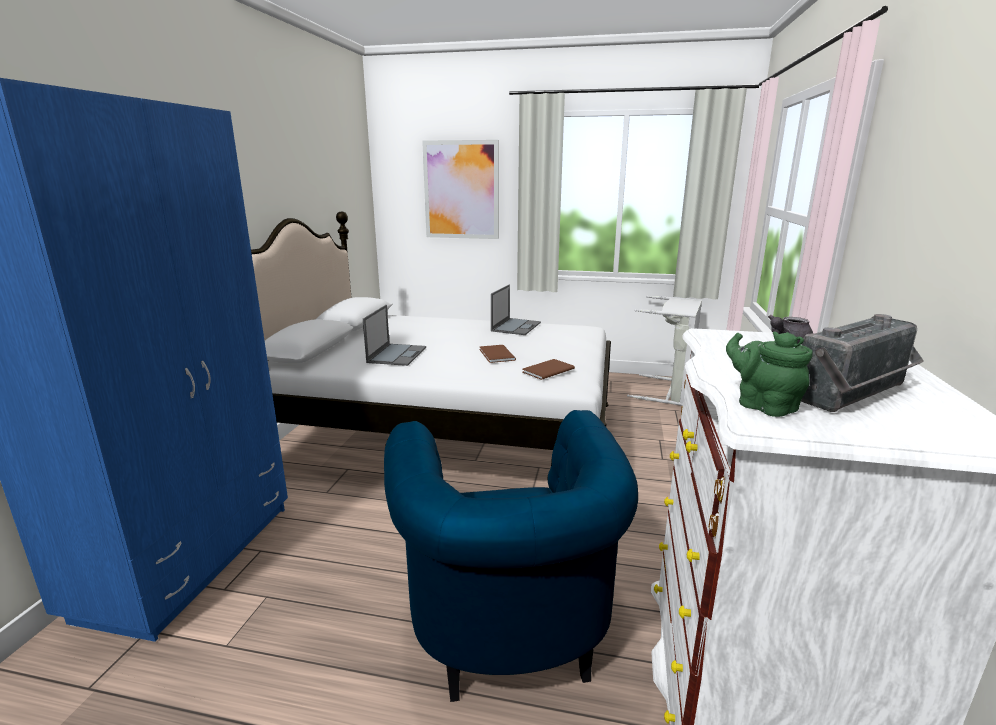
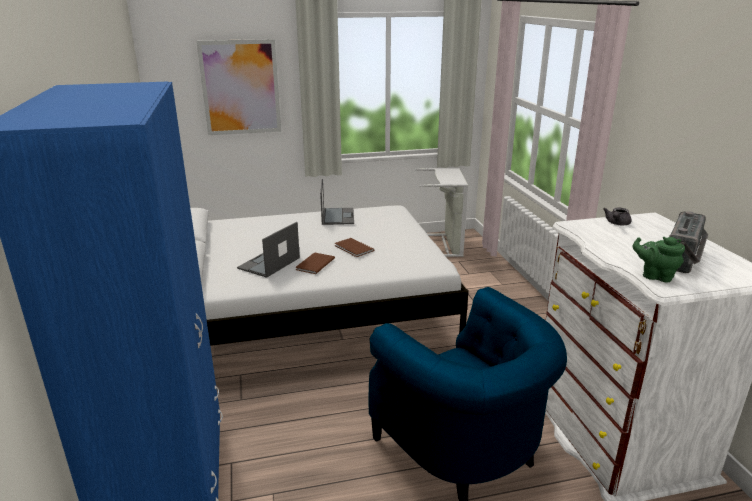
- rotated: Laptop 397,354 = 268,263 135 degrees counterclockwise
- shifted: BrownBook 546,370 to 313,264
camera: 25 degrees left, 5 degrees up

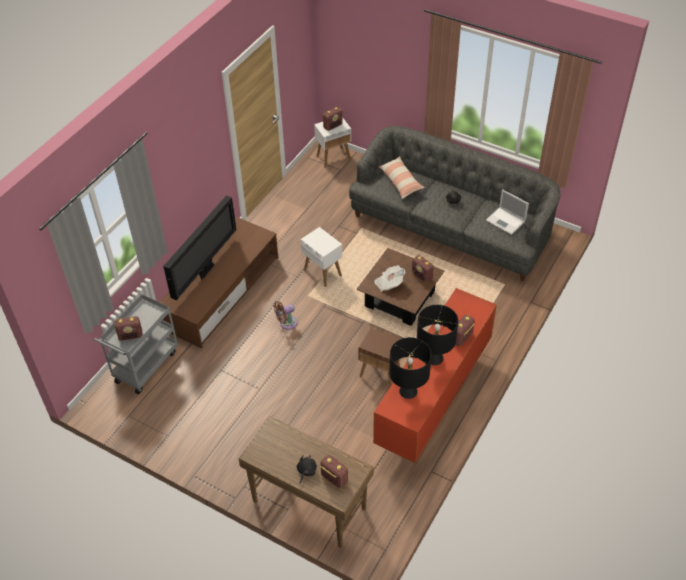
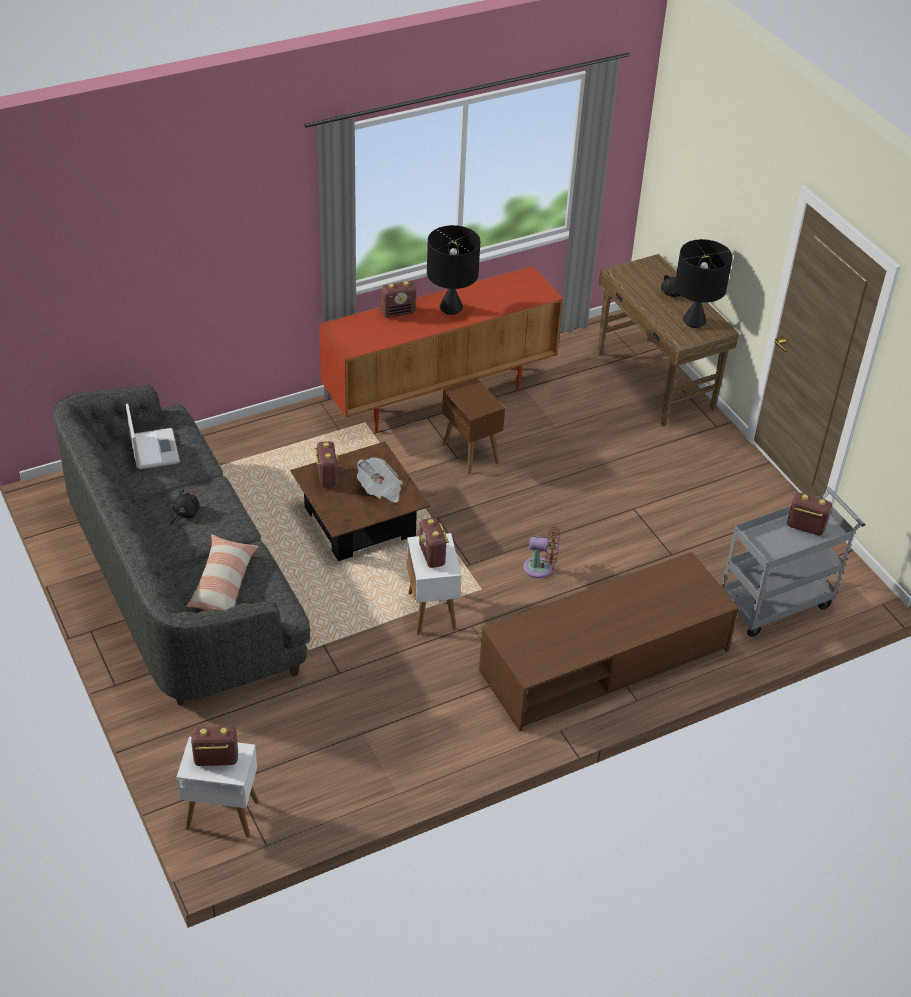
- gone: Television 206,270
- shifted: BlackTableLamp 408,392 to 694,322
- shifted: Radio 334,478 to 432,556
camera: 150 degrees left, 5 degrees down

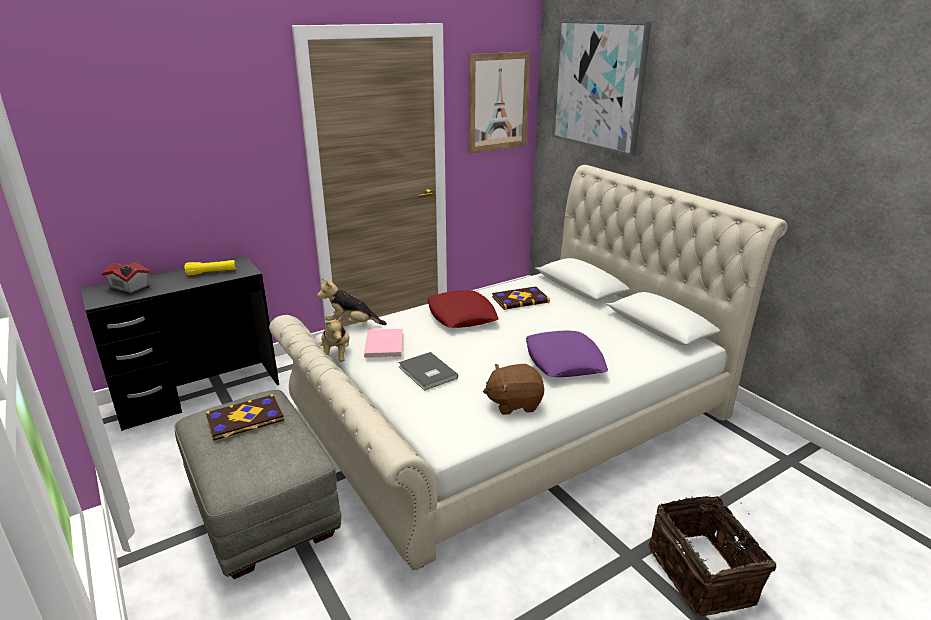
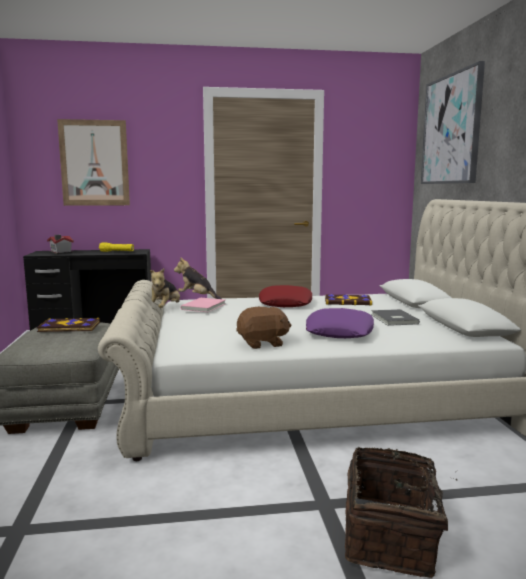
- shifted: Picture 498,102 to 94,163
- shifted: GreyBook 427,373 to 393,319
- rotated: BrownPlushToy 514,403 = 262,343 150 degrees clockwise
camera: 25 degrees right, 15 degrees down

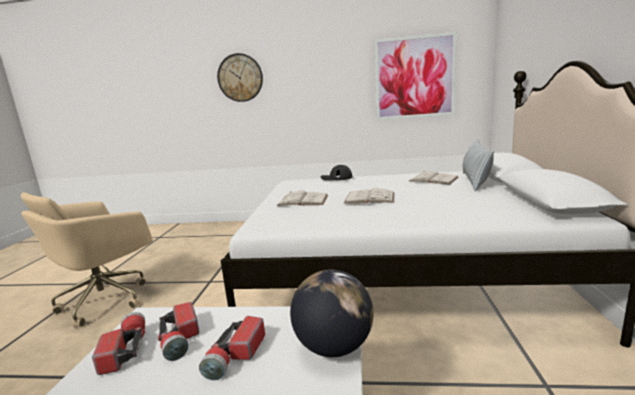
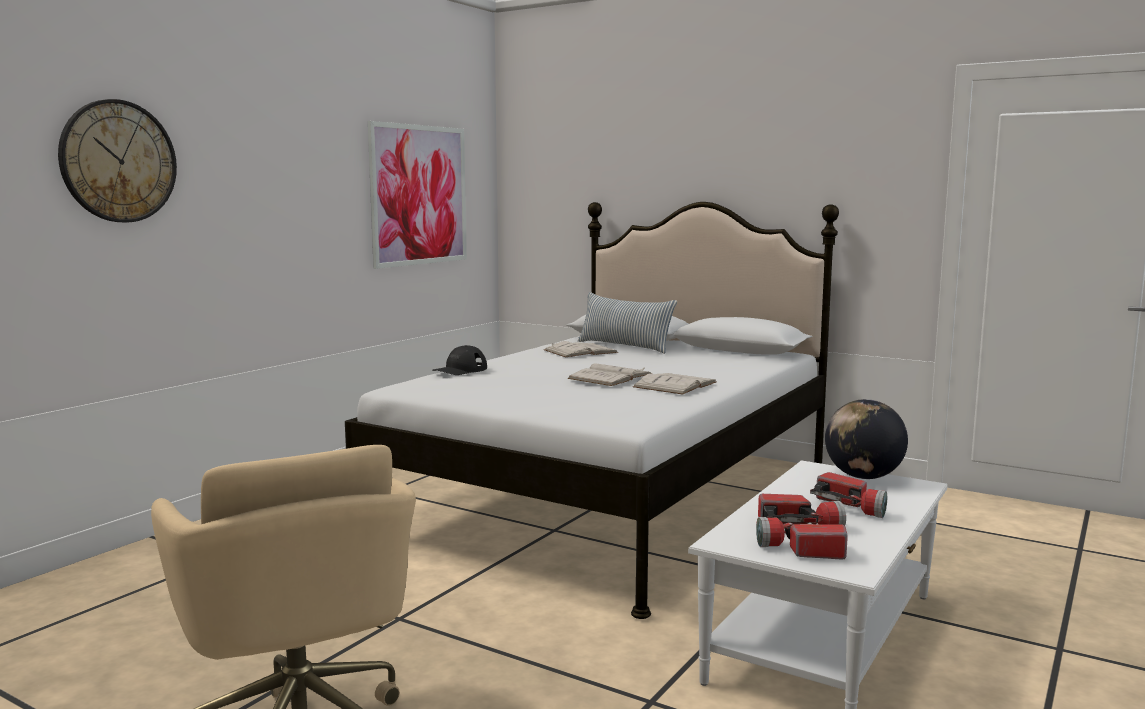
- shifted: WhiteBook 303,200 to 675,384
camera: 65 degrees left, 5 degrees down

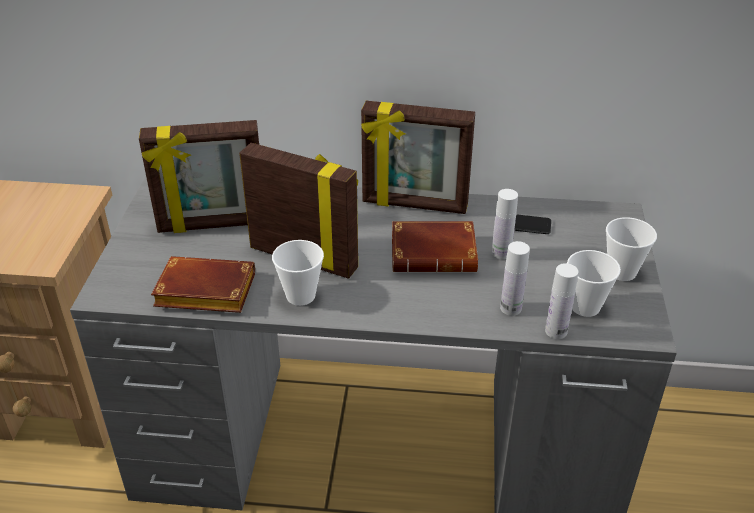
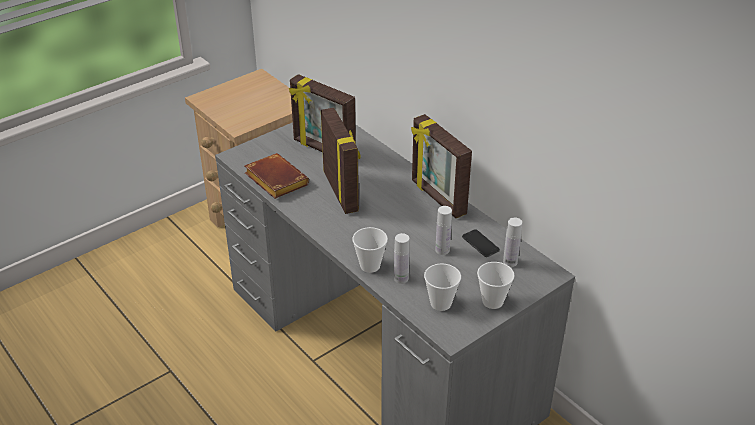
- gone: BrownBook 435,253
- shifted: Cup 300,296 to 370,266
- shifted: WhiteBottle 556,331 to 510,262
camera: 45 degrees right, 0 degrees up

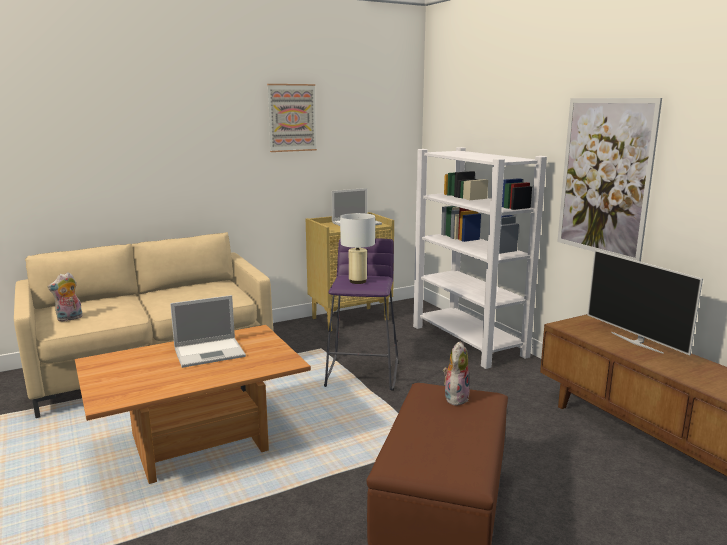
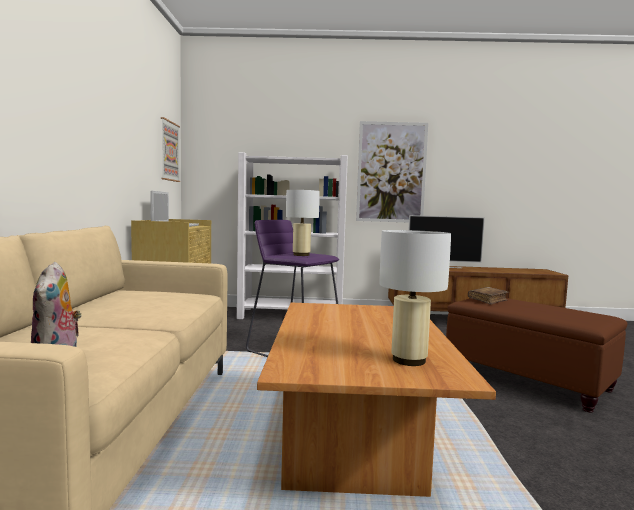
- shifted: Picture 292,118 to 169,151
- gone: Laptop 211,352
- swapped: PlushToy 455,397 to BrownBook 487,300
- new: WhiteTableLamp 409,360
camera: 60 degrees left, 10 degrees down

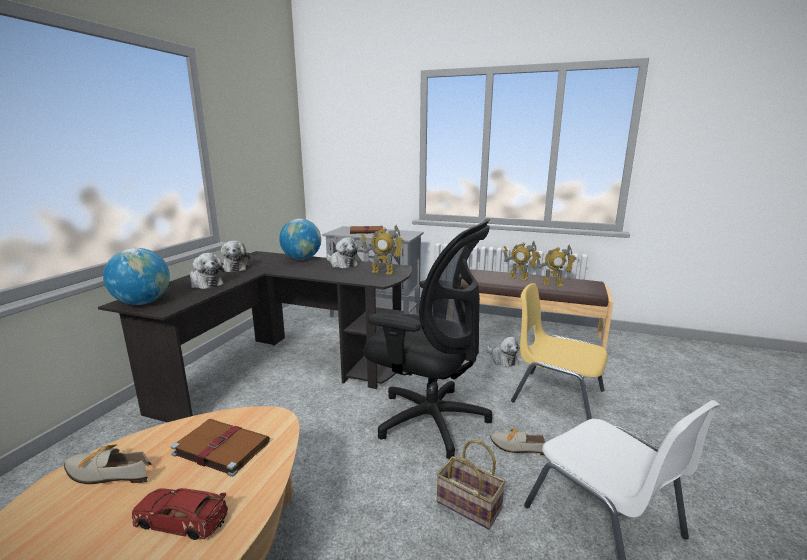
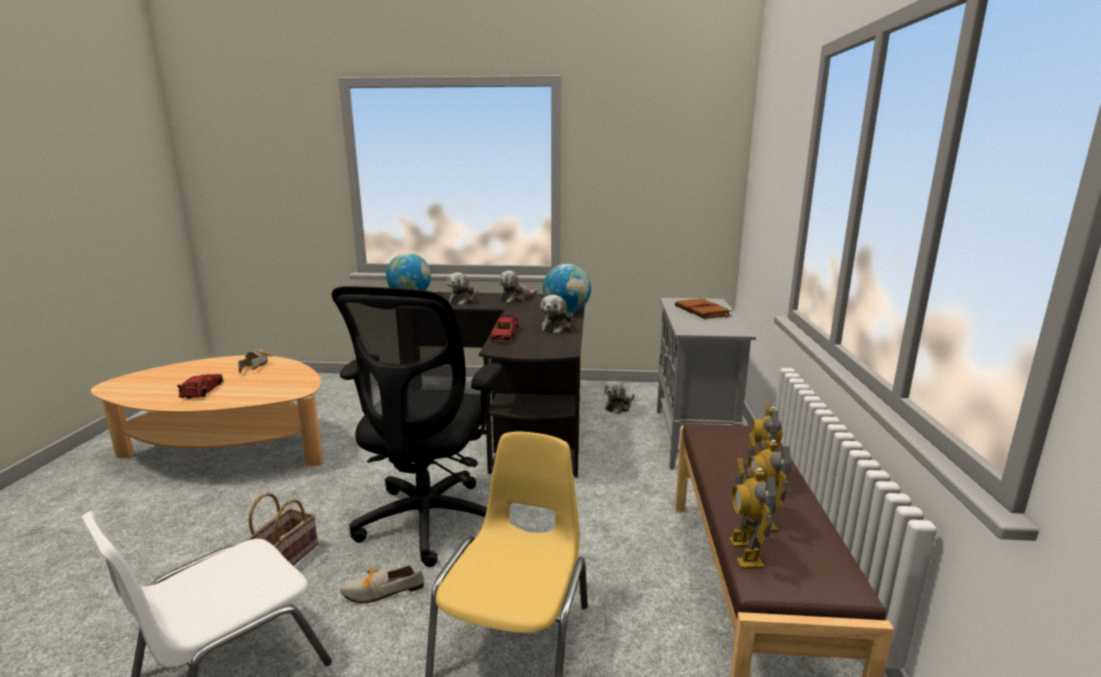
- shifted: ToyRobot 382,272 to 745,553
- shifted: PlushToy 502,359 to 619,406
- gone: BrownBook 220,448
- rotated: Shoe 516,446 = 378,591 105 degrees counterclockwise
- new: RedToyCar 504,335
camera: 75 degrees right, 0 degrees up

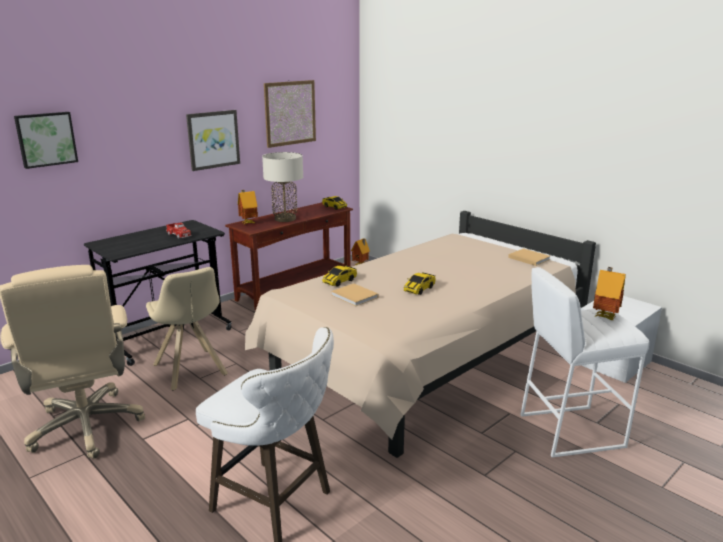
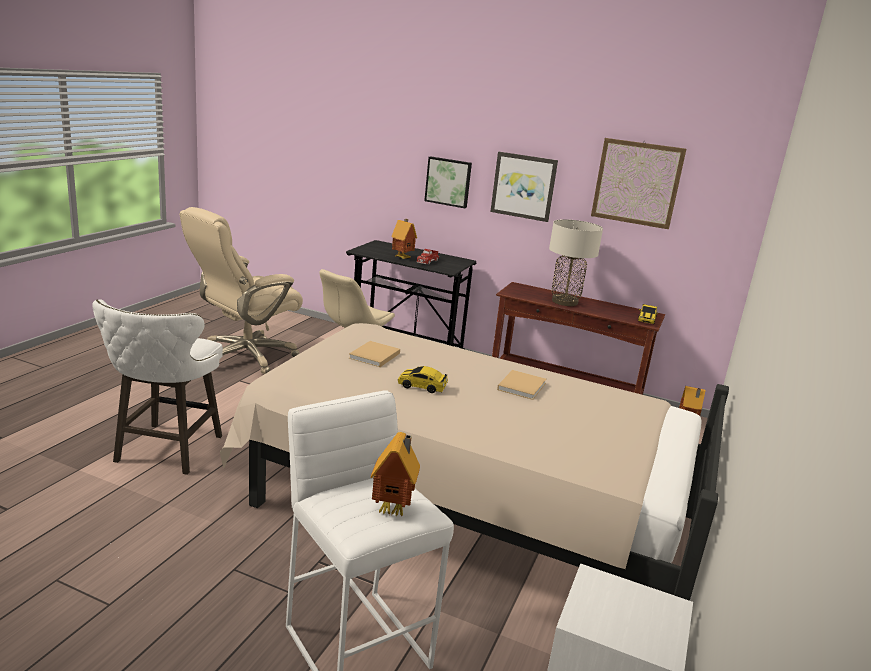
- shifted: Picture 46,139 to 448,182
- shifted: ToyHouse 248,223 to 403,257
- shifted: BeigeBook 528,258 to 522,386
- gone: ToyCar 339,281
camera: 65 degrees right, 0 degrees up

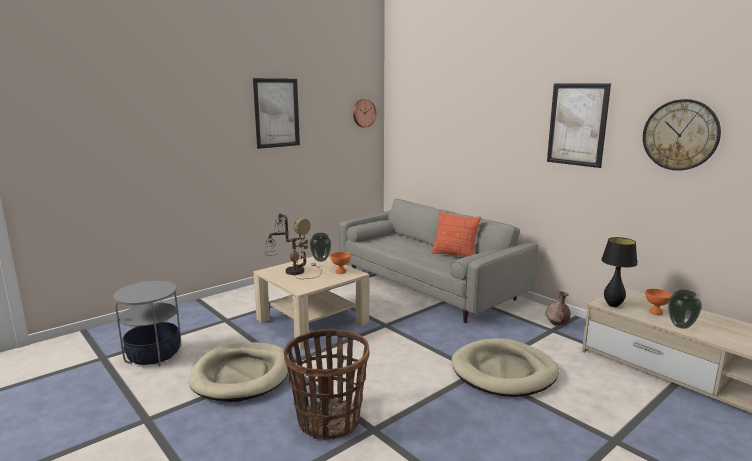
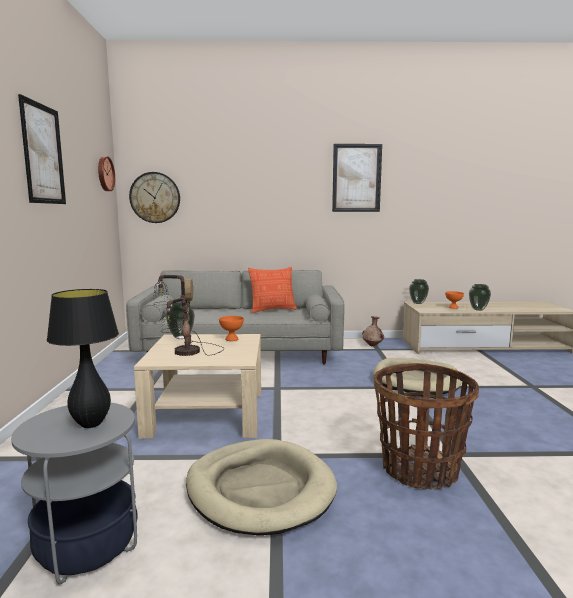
- shifted: WallClock 680,135 to 155,197
- shifted: BlackTableLamp 613,305 to 91,424
- new: Vase 418,303
camera: 50 degrees left, 5 degrees down

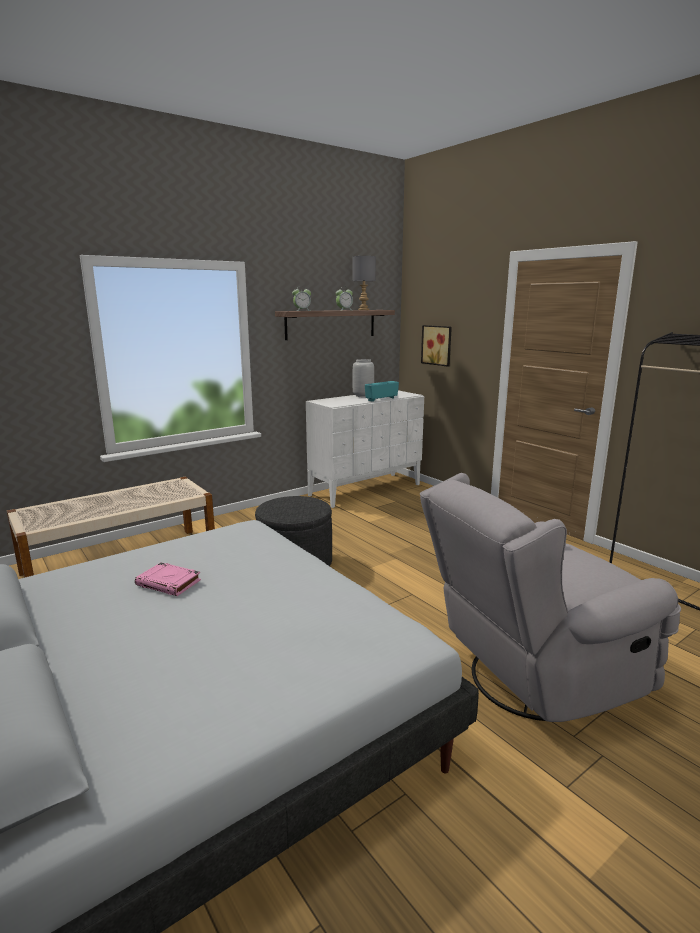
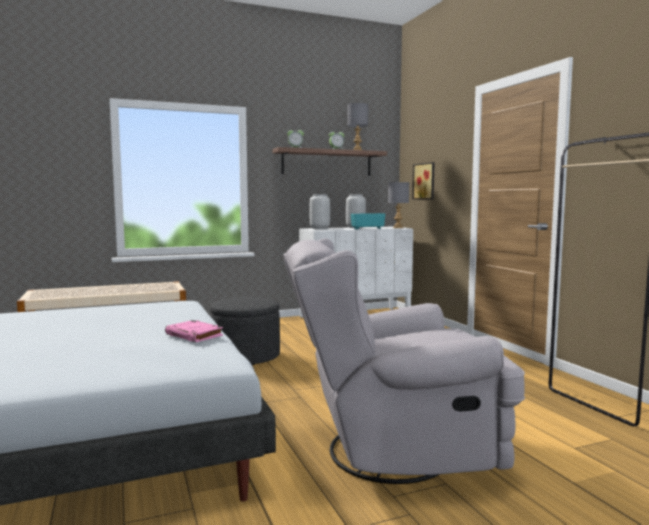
- shifted: PinkBook 169,583 to 194,335
- new: GreyTableLamp 398,228
- new: GreyVase 320,228
camera: 15 degrees right, 10 degrees down

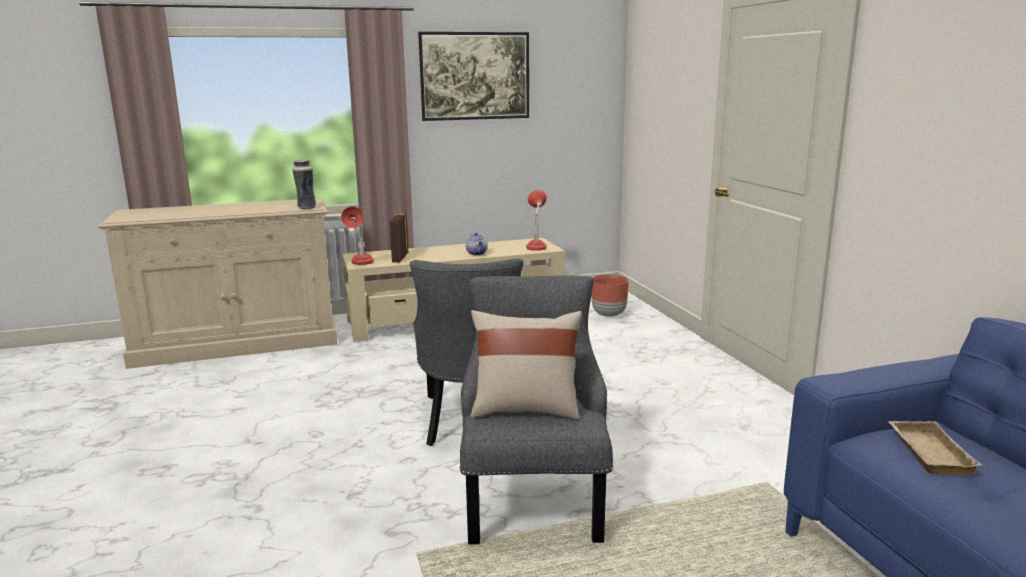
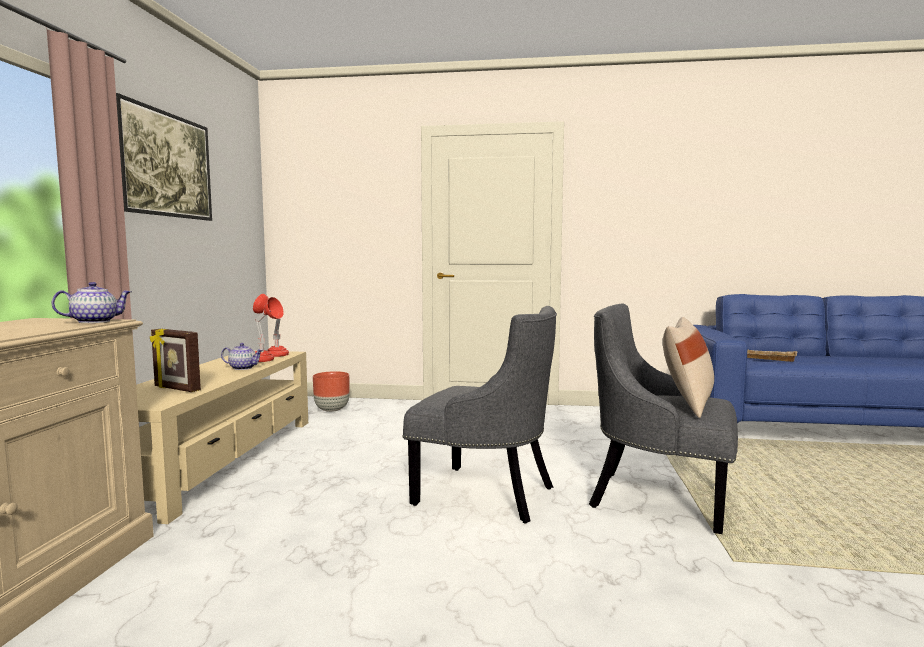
- swapped: Vase 306,208 to Teapot 95,321
- shifted: RedTableLamp 360,264 to 266,361
camera: 65 degrees left, 10 degrees down

